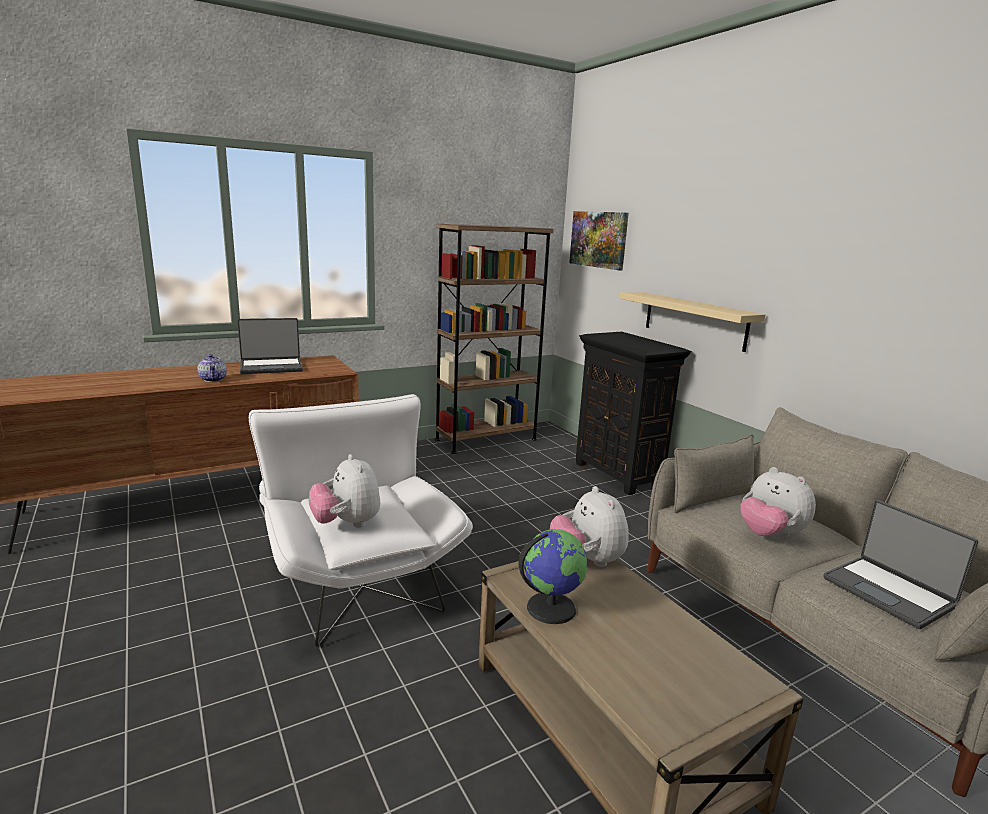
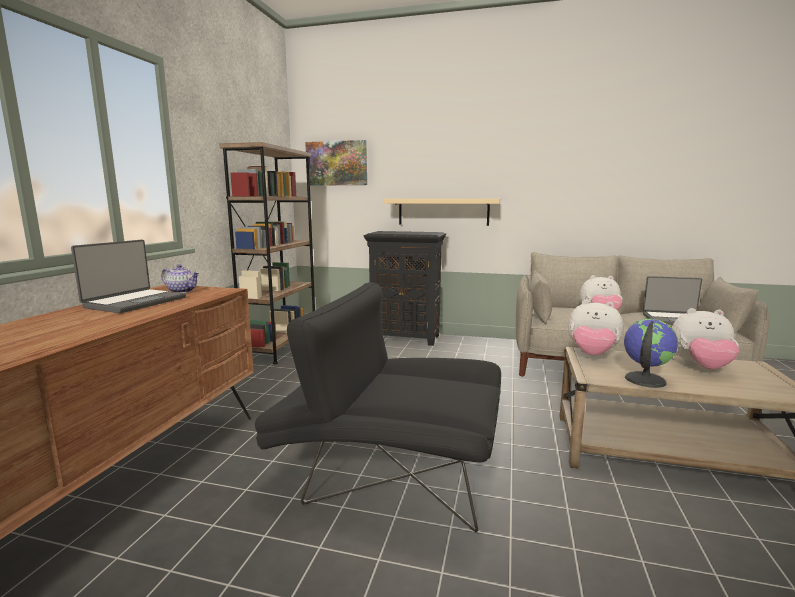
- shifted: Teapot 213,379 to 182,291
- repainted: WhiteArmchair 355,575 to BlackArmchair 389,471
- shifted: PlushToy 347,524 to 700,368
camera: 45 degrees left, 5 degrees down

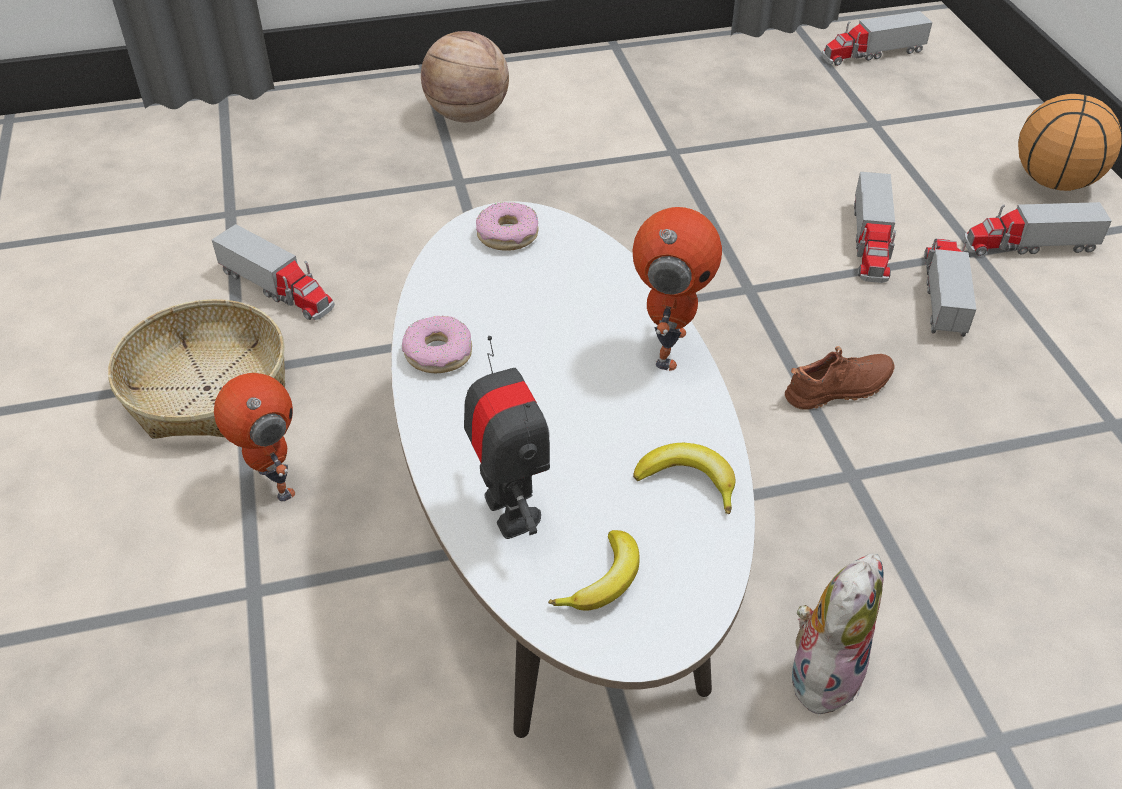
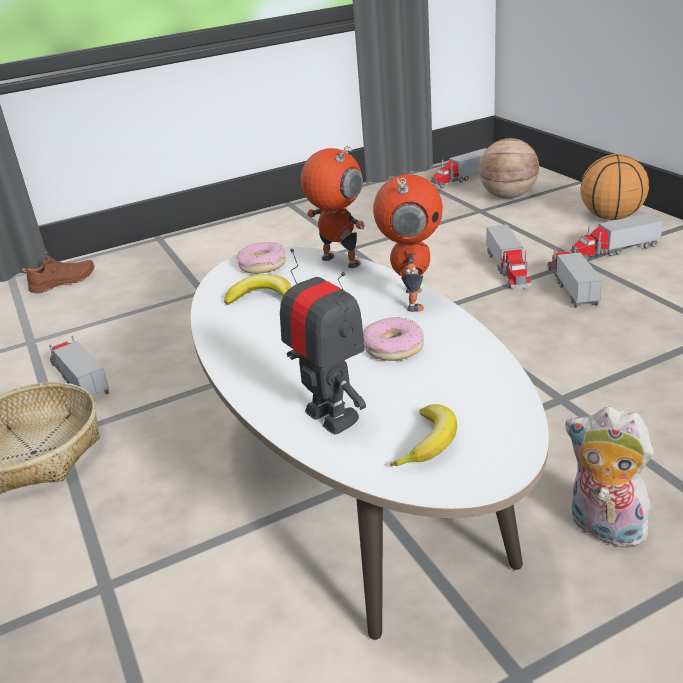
- shifted: Basketball 467,115 to 507,196
- rotated: ToyTruck 278,289 = 79,378 150 degrees counterclockwise
- shifted: Donut 438,353 to 393,347
- shifted: BrownShoe 839,390 to 64,283
- shifted: ToyRobot 273,483 to 339,262
- shifted: Banana 688,481 to 262,298
- rotated: PlushToy 823,671 = 603,528 75 degrees counterclockwise
camera: 10 degrees left, 15 degrees down

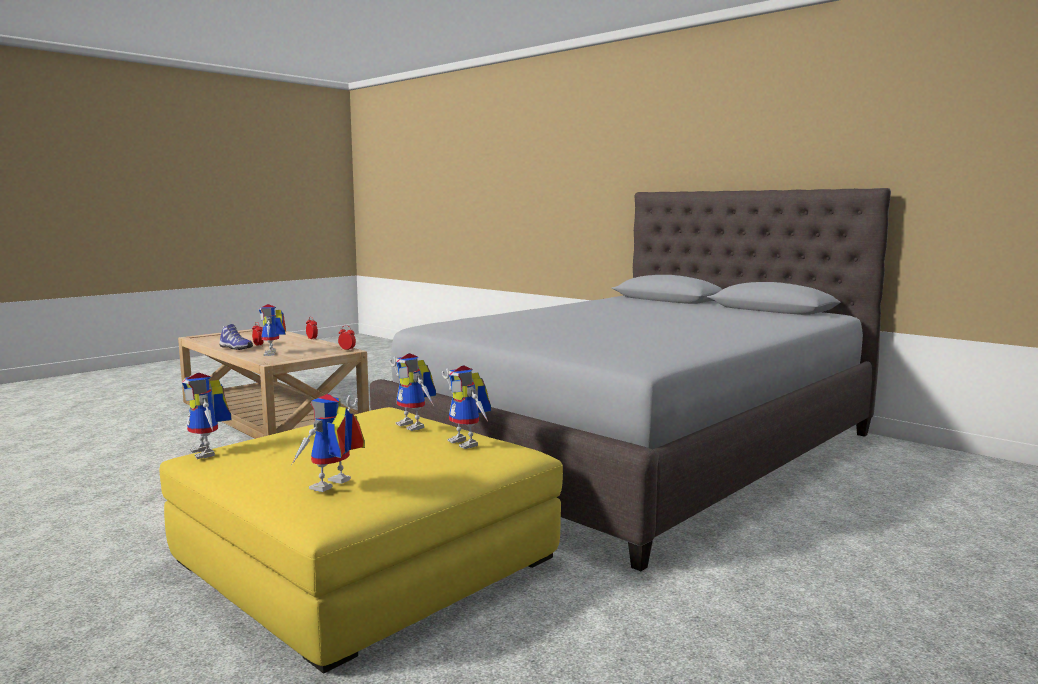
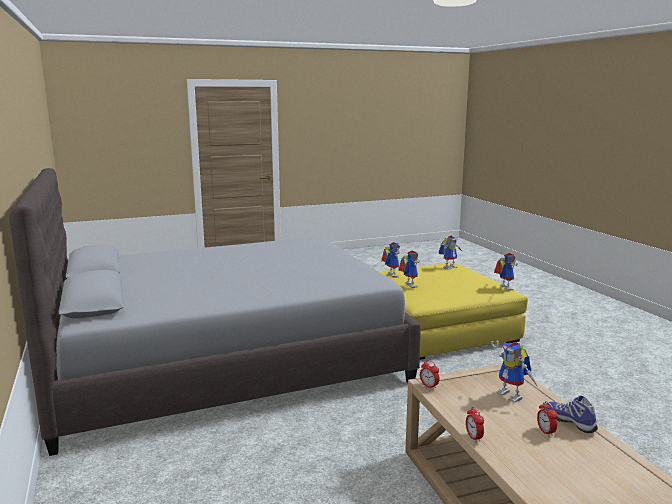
- rotated: ToyRobot 273,353 = 513,395 135 degrees clockwise
camera: 155 degrees left, 5 degrees up

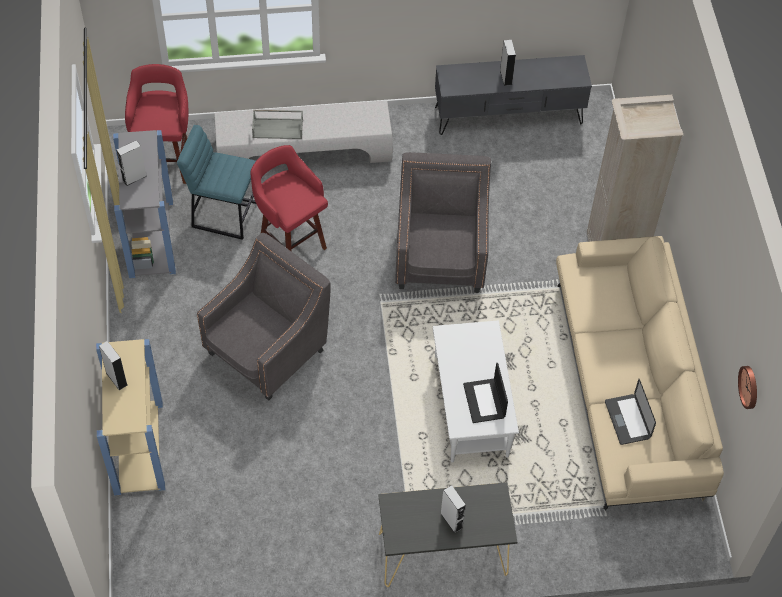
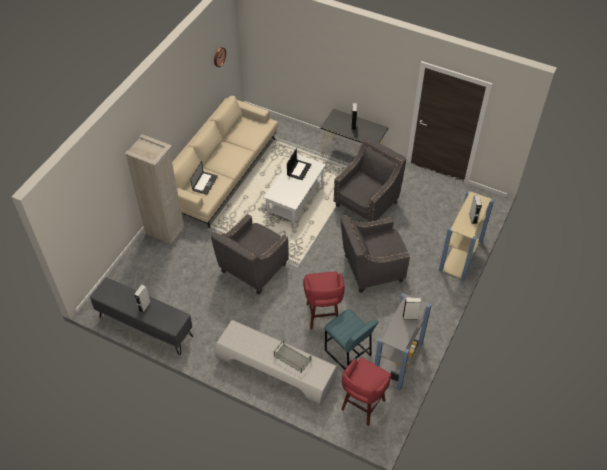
- shifted: Laptop 627,420 to 205,183
- new: GreyArmchair 366,203
camera: 145 degrees left, 5 degrees down

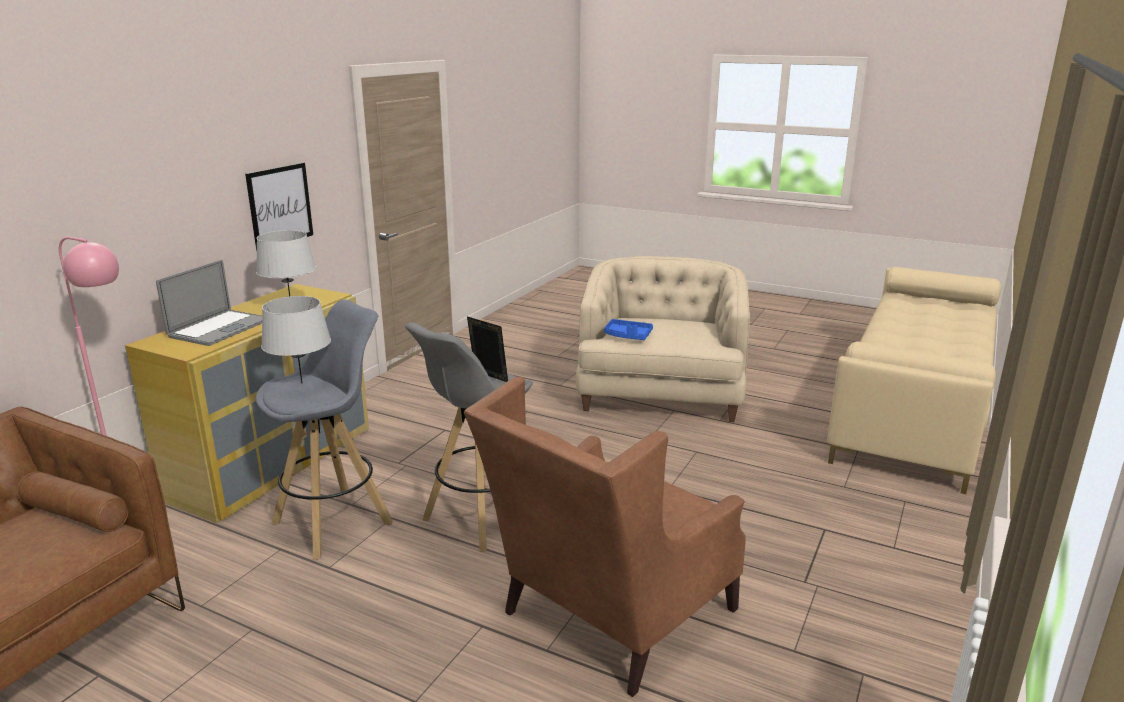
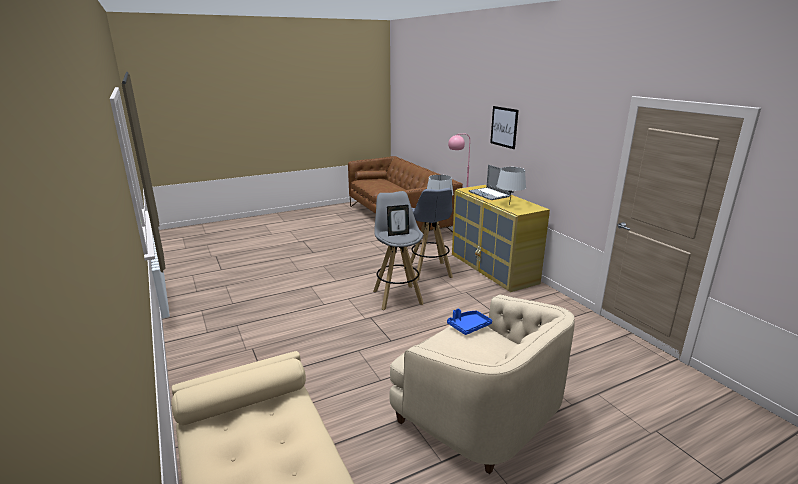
- shifted: Picture 280,205 to 504,127
- gone: BrownArmchair 609,618
camera: 125 degrees right, 0 degrees up

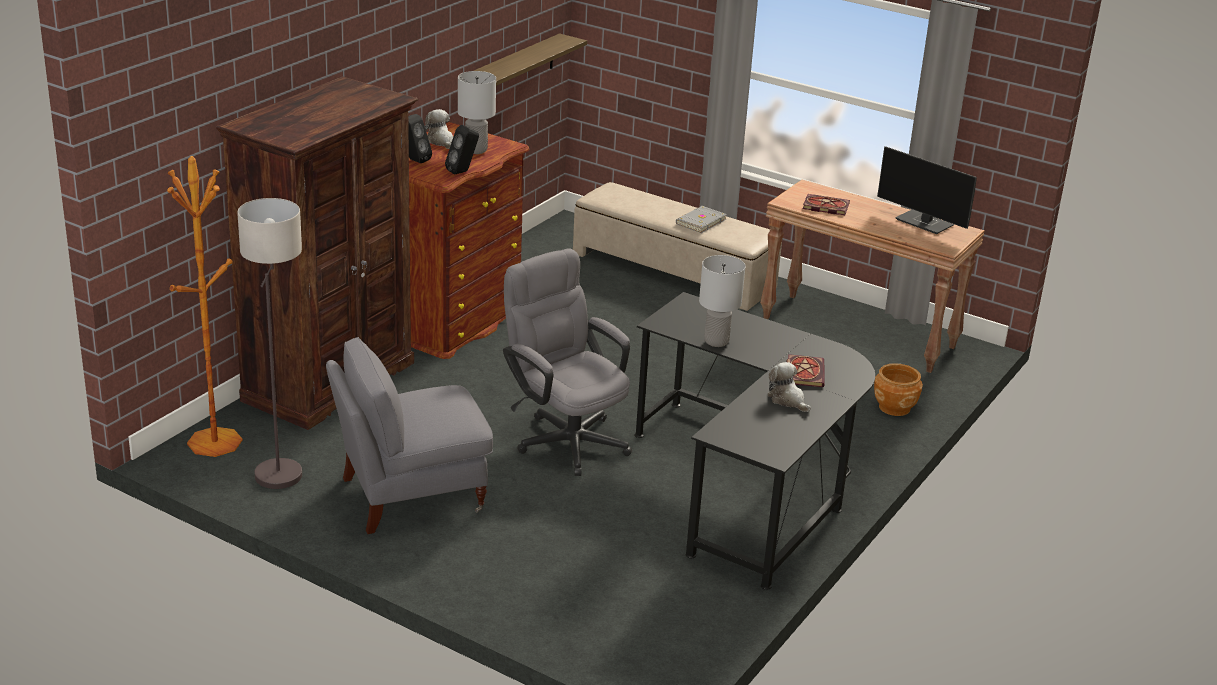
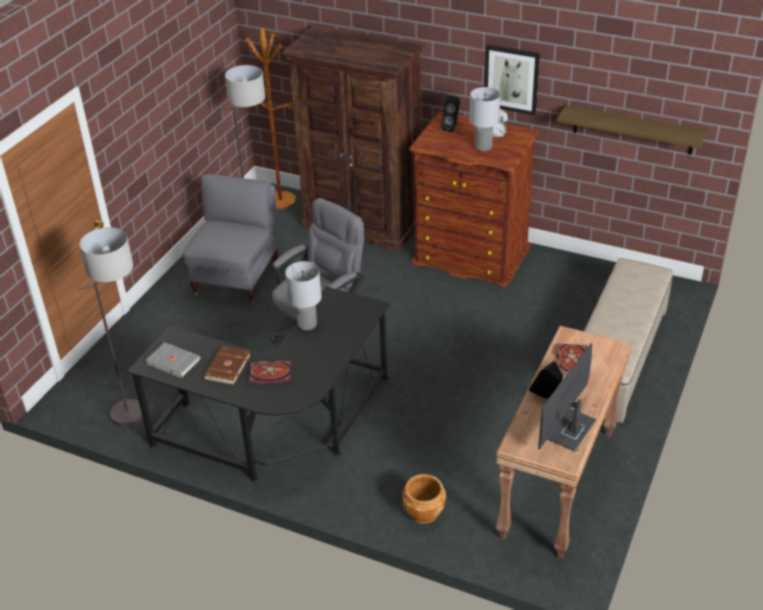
- shifted: BlackSpeaker 463,172 to 545,397
- shifted: GreyBook 700,221 to 174,361
- rotated: GreyArmchair 411,495 = 237,278 45 degrees clockwise
- swapped: PlushToy 787,400 to BrownBook 226,367
- new: Picture 511,79
- new: GreyFloorLamp 138,410
camera: 85 degrees right, 10 degrees up

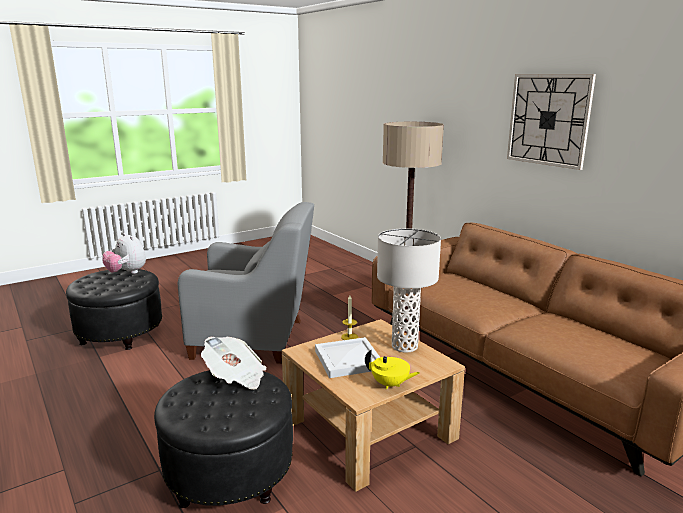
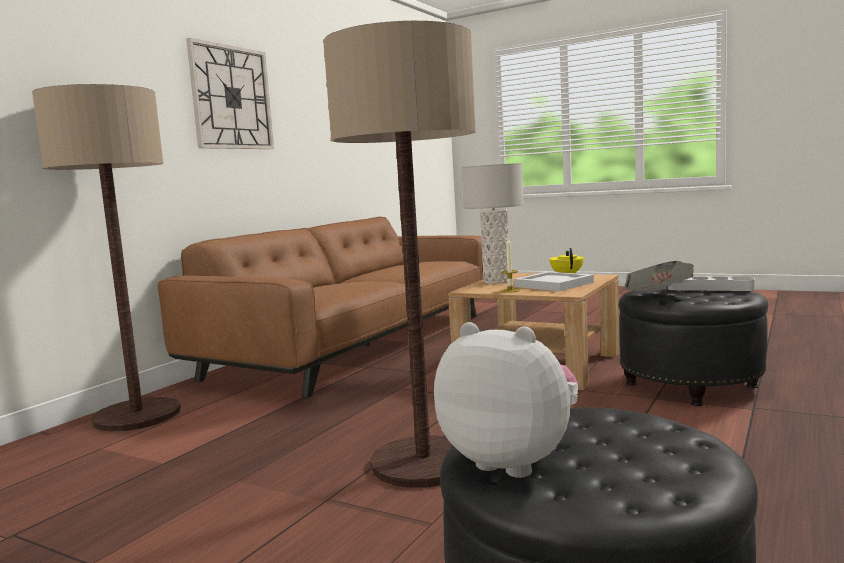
- swapped: GreyArmchair 255,339 to FloorLamp 424,463
- rotated: PlushToy 127,273 = 512,461 75 degrees counterclockwise
- new: GreyTray 710,288
camera: 115 degrees left, 10 degrees down

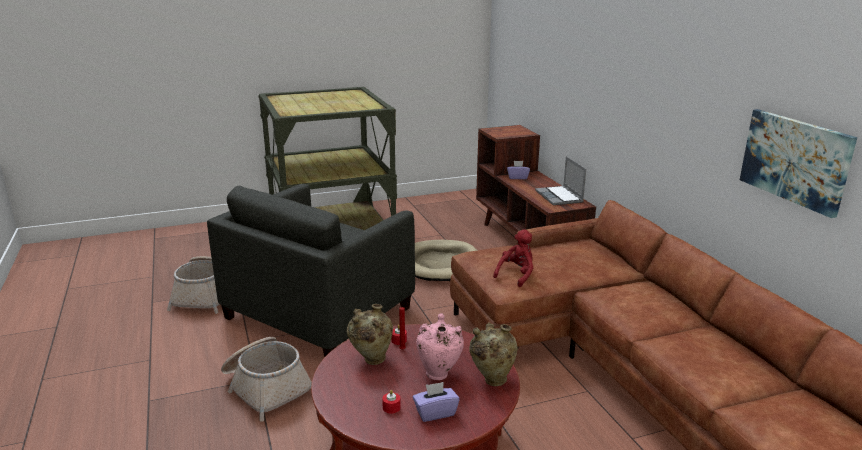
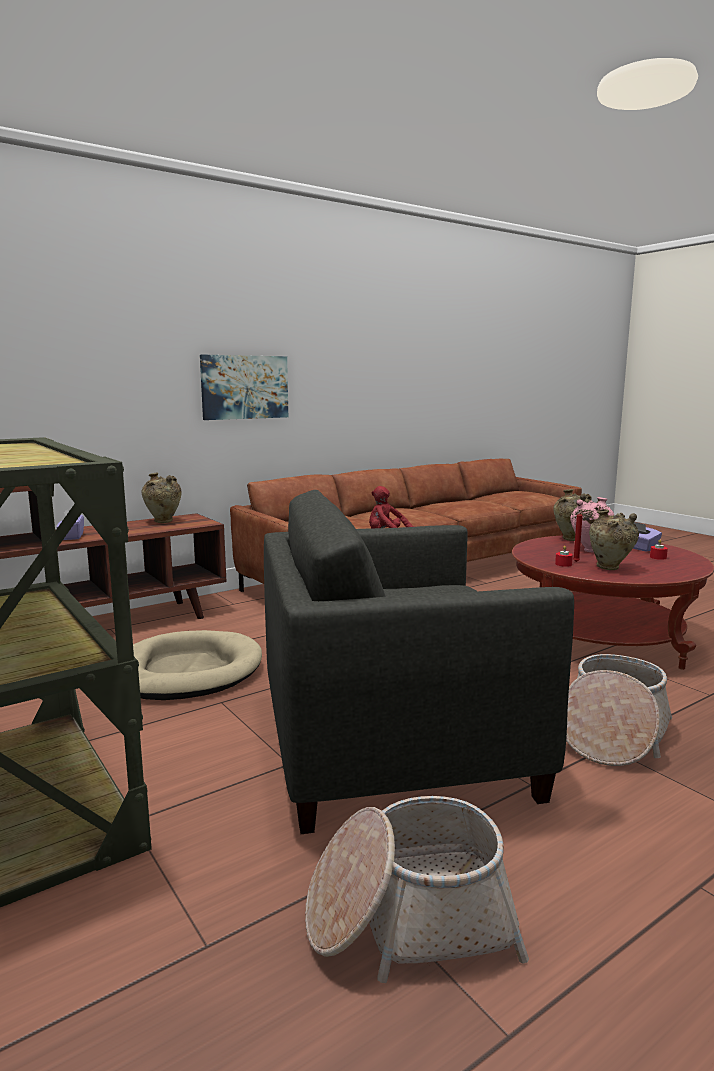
- shifted: Picture 795,160 to 244,387
- swapped: Laptop 560,197 to BeigeVase 163,522
- rotated: GreyArmchair 319,312 = 394,741 150 degrees clockwise
camera: 105 degrees left, 10 degrees down

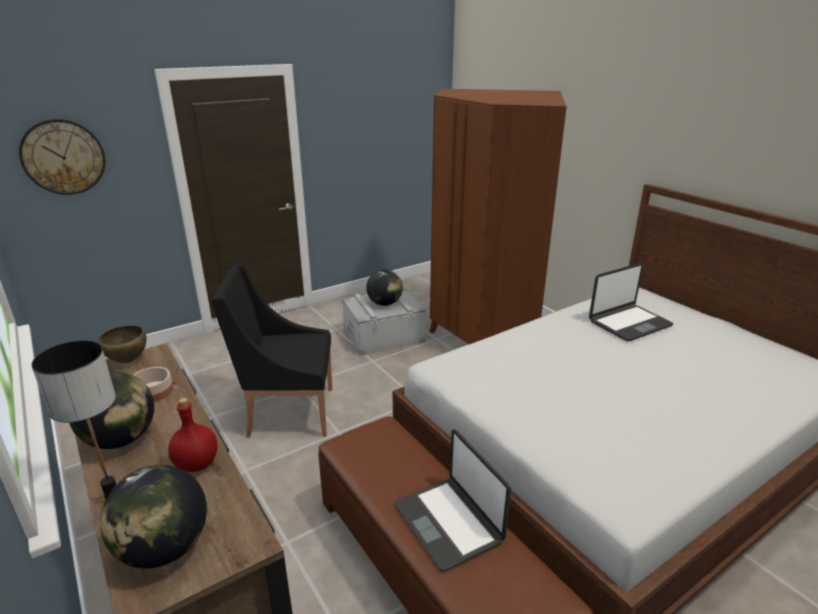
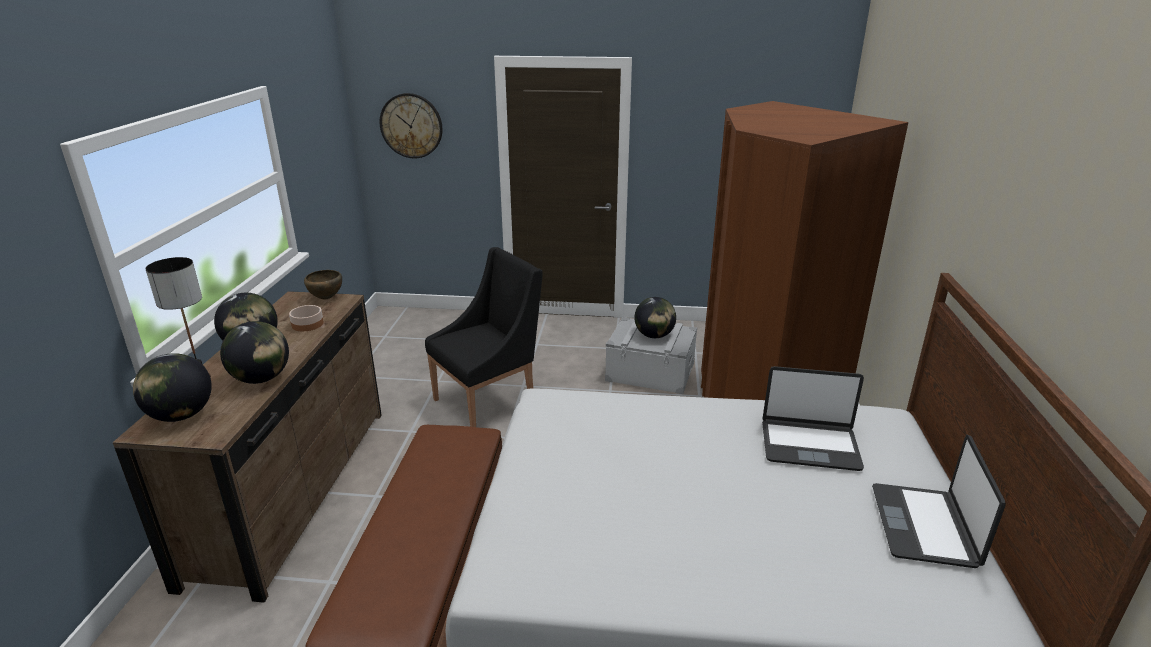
- rotated: BlackArmchair 287,412 = 489,402 105 degrees clockwise
- swapped: RedBottle 197,463 to Globe 261,379
- shifted: Laptop 449,522 to 925,526
camera: 40 degrees right, 0 degrees up

